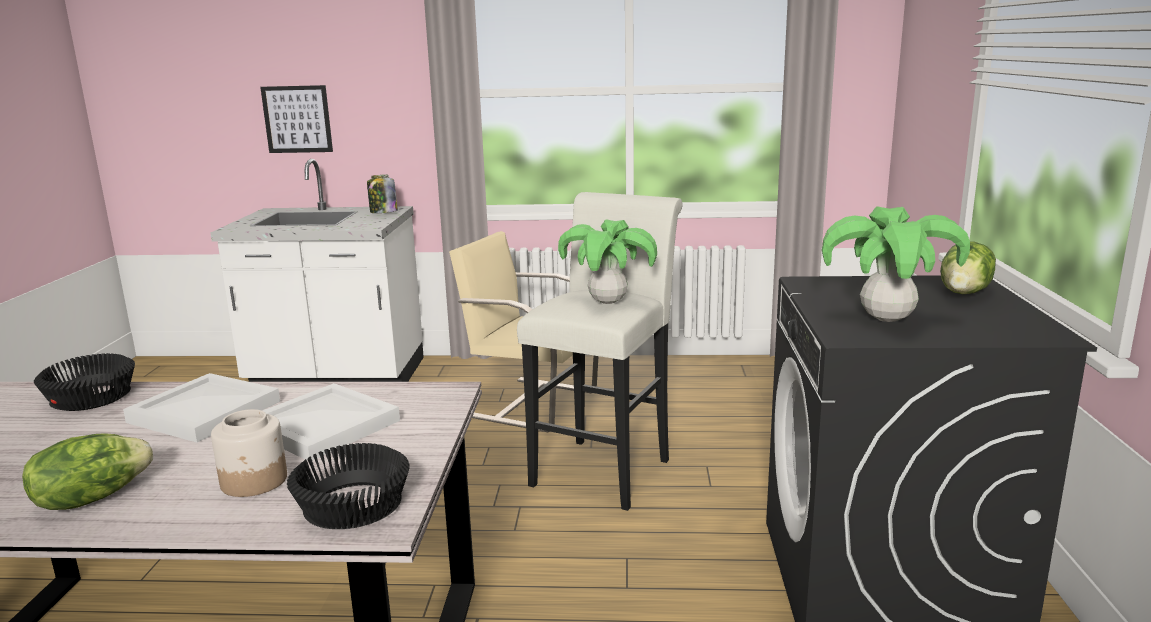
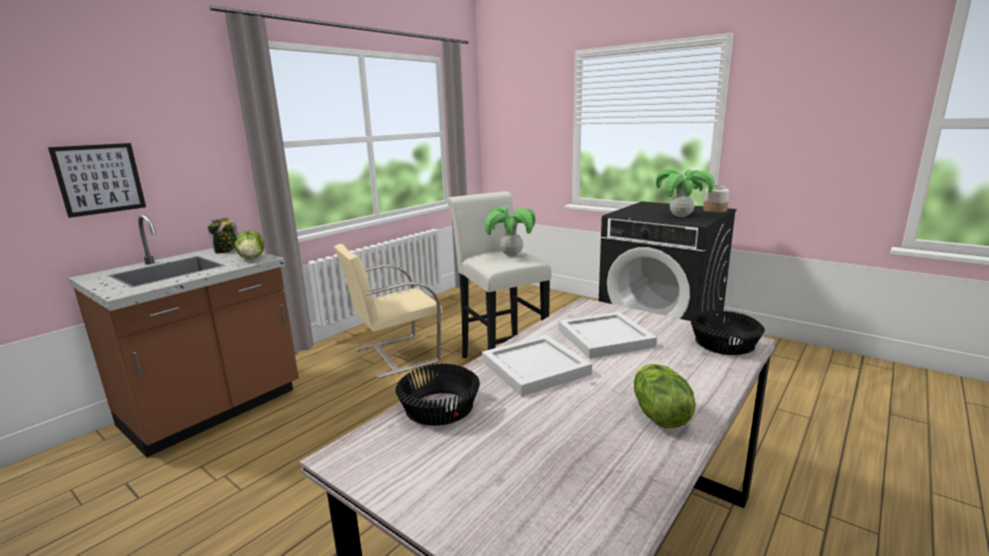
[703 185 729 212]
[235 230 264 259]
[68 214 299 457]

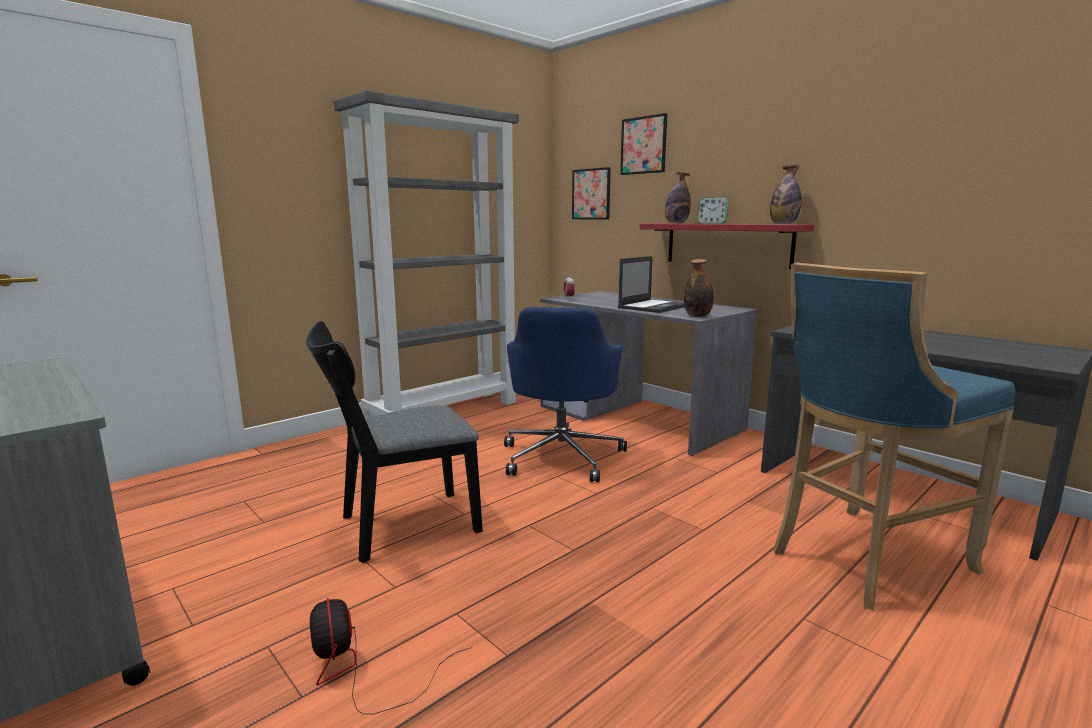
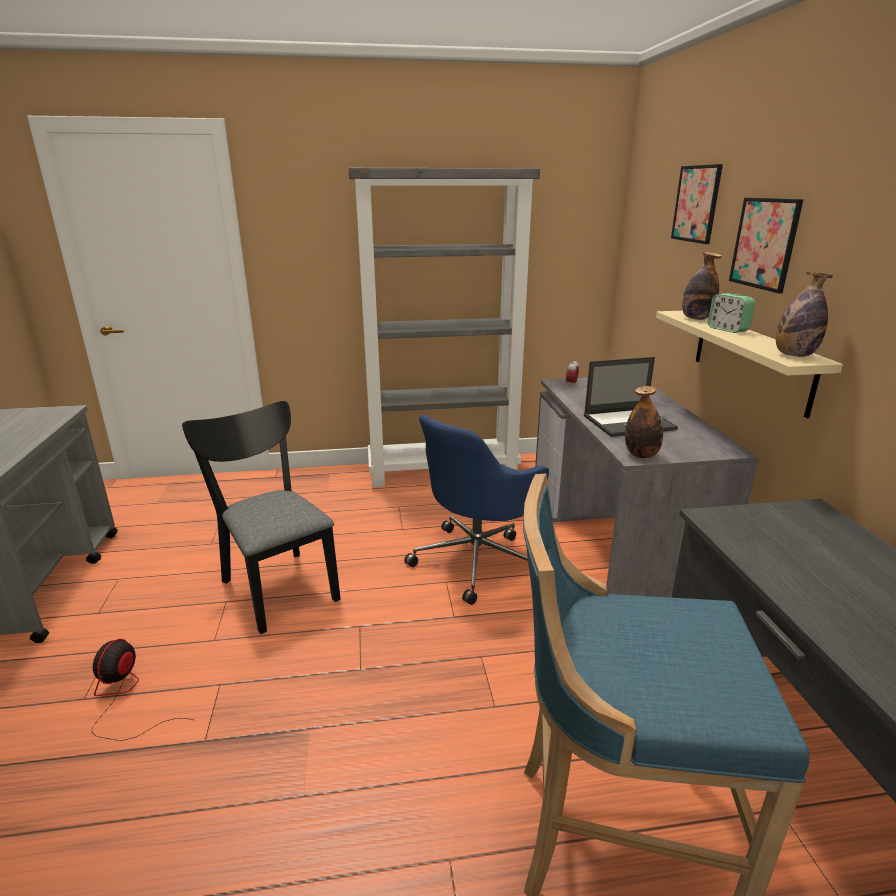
[729 198 804 294]
[656 311 843 418]
[182 401 341 634]

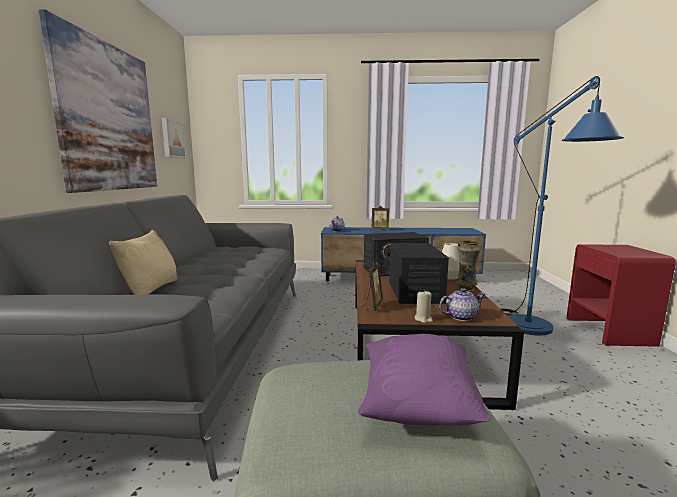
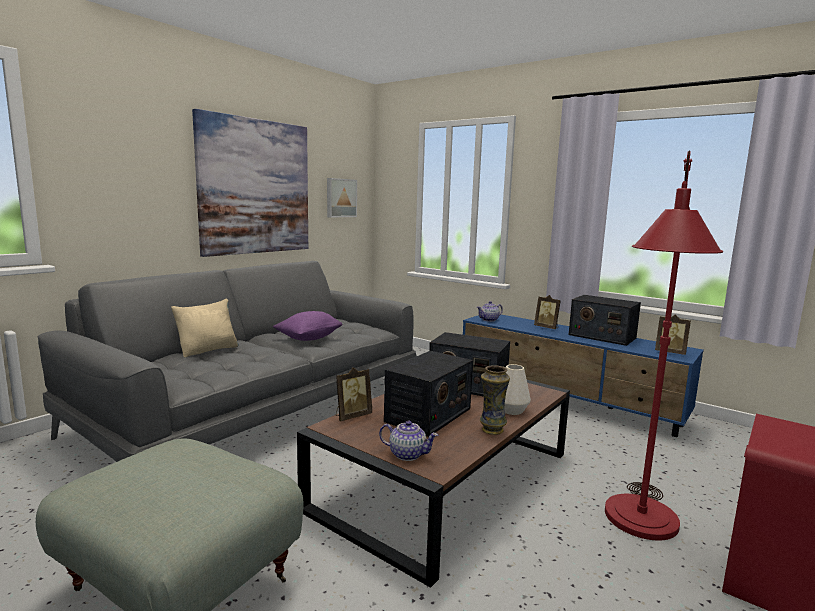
[415 291 433 323] (first image)
[568 295 641 346]
[655 315 691 355]
[273 311 343 341]
[605 151 723 540]

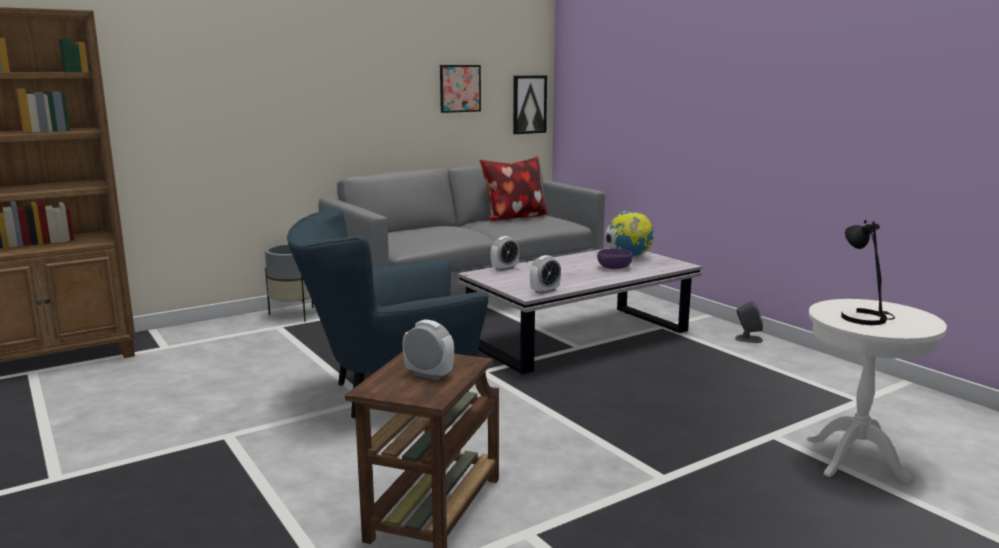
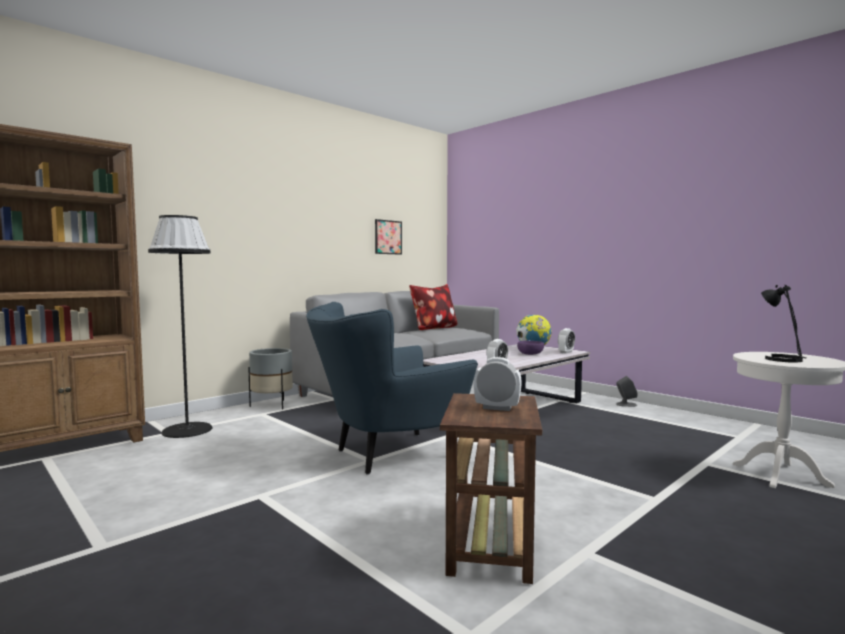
[513 75 547 134] (first image)
[148 215 212 438]
[558 328 575 354]

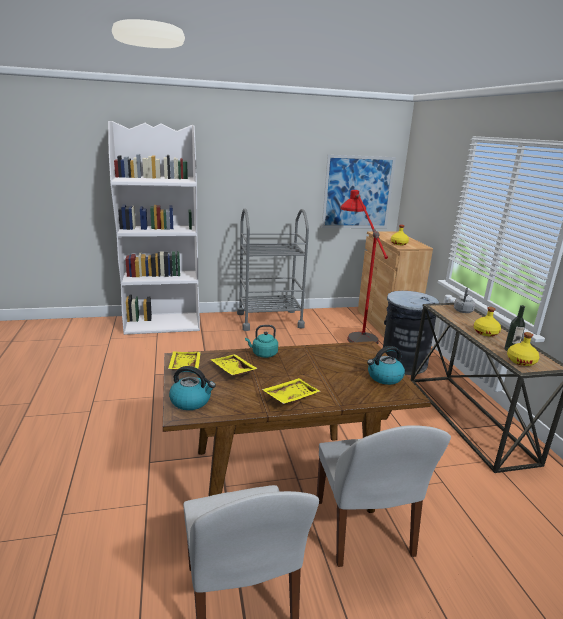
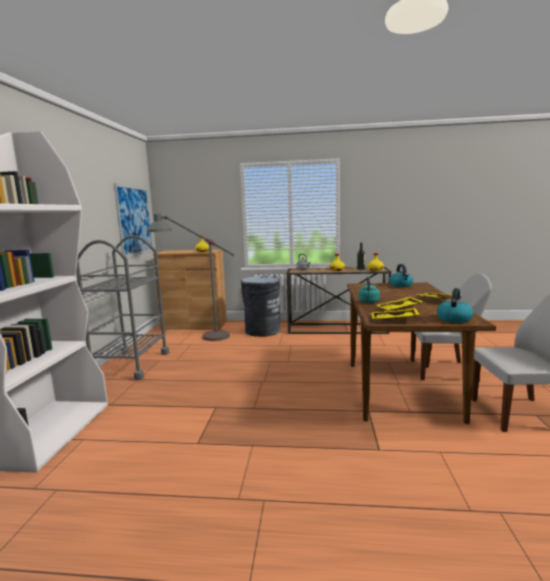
[146 213 235 341]

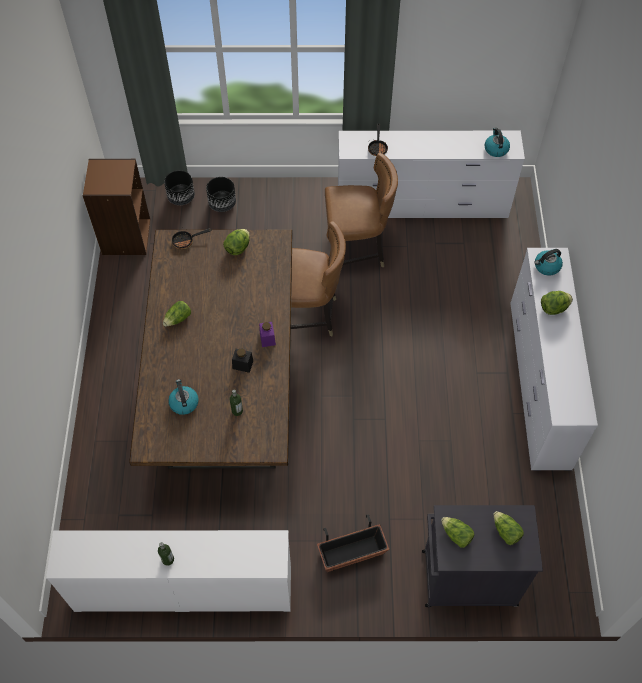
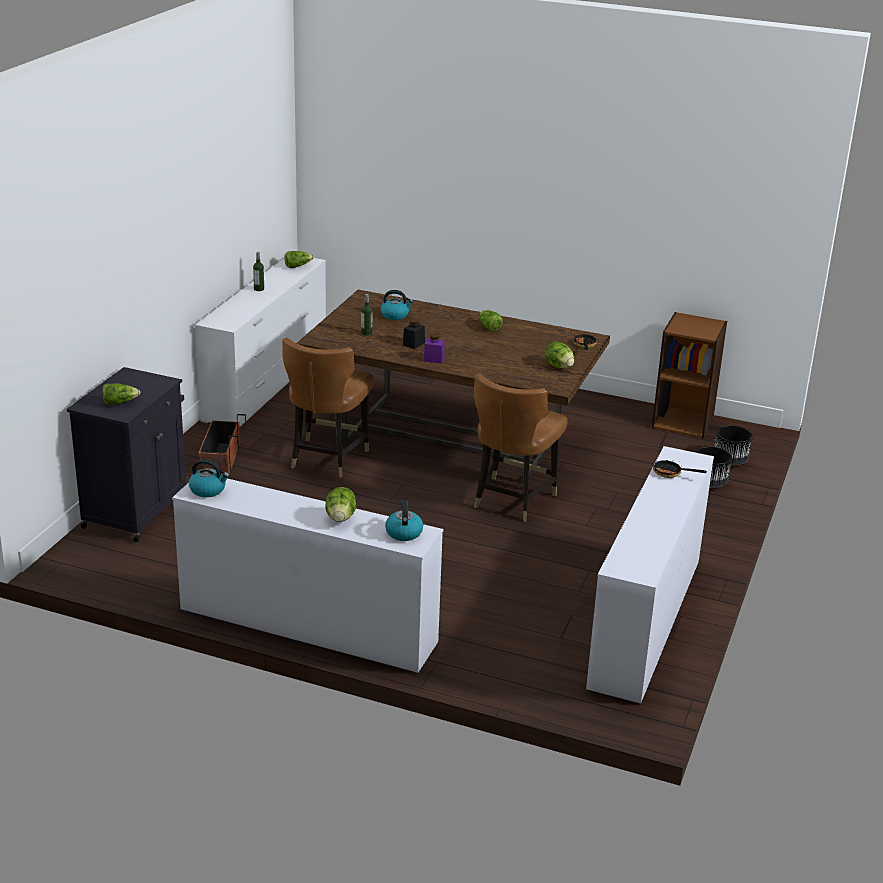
[282 338 374 477]
[284 251 314 268]
[189 459 229 497]

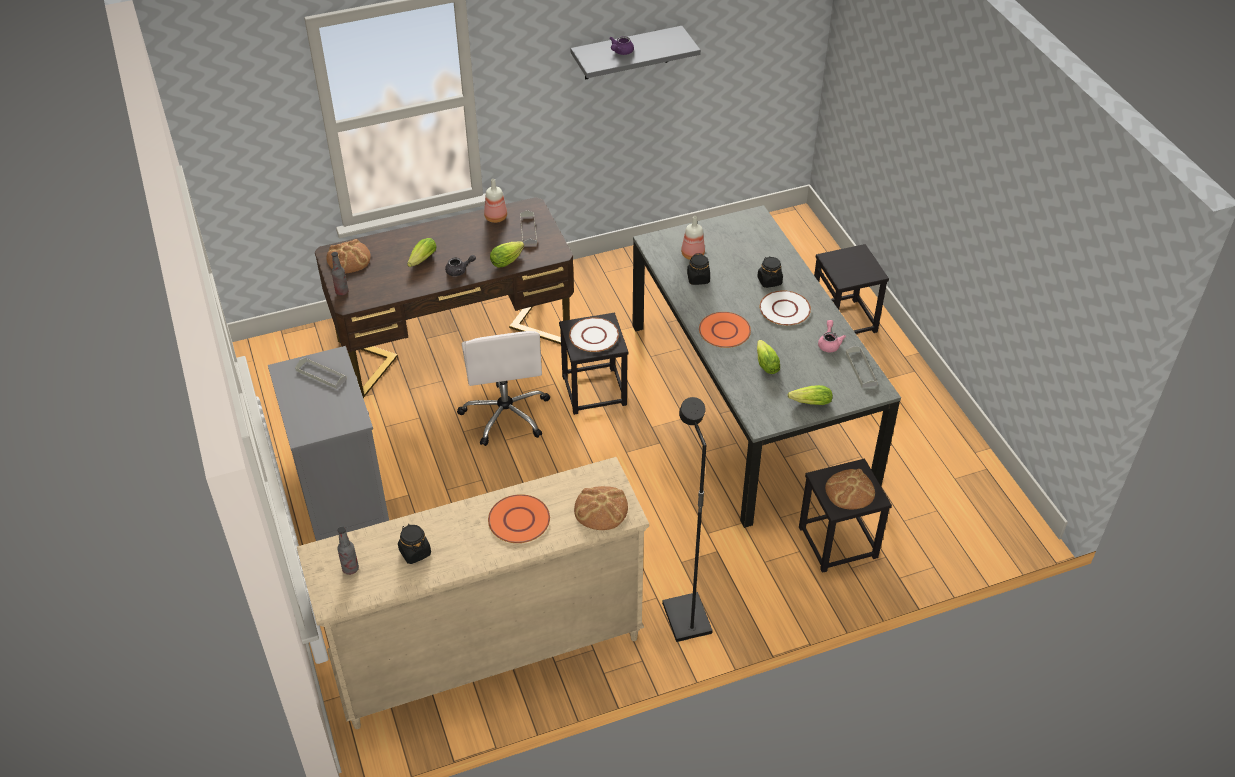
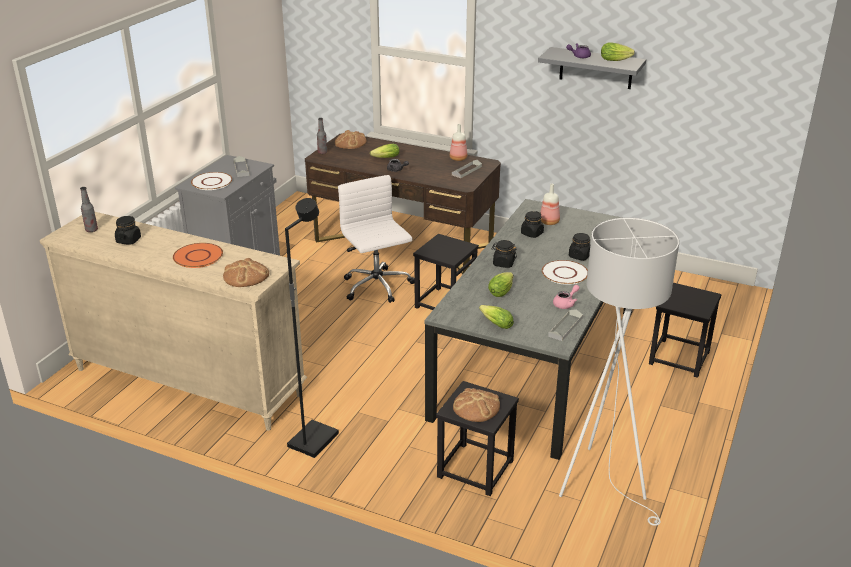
[559 218 679 526]
[601 42 635 61]
[191 172 232 190]
[491 240 517 268]
[338 175 415 303]

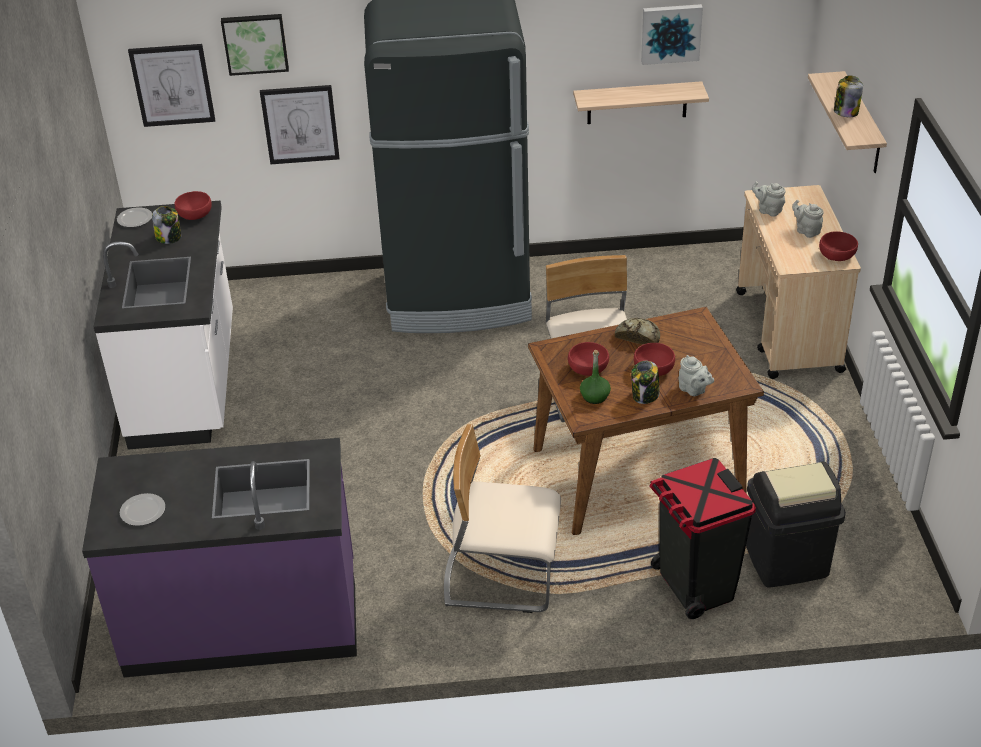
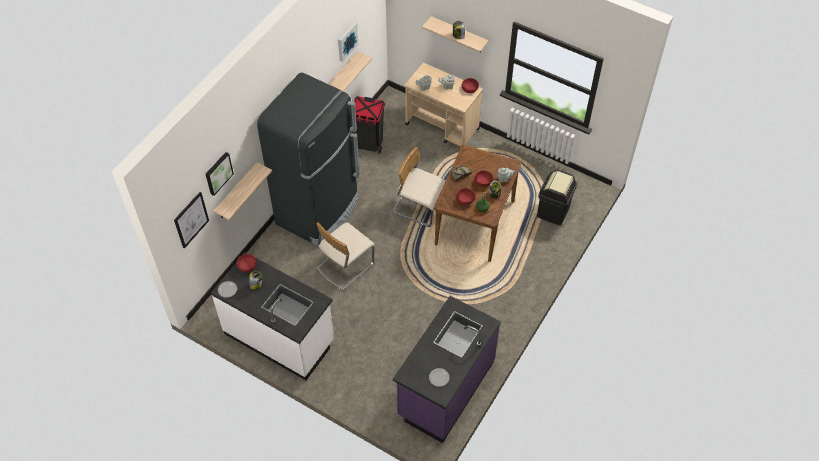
[316 222 375 291]
[353 96 385 154]
[214 162 272 220]

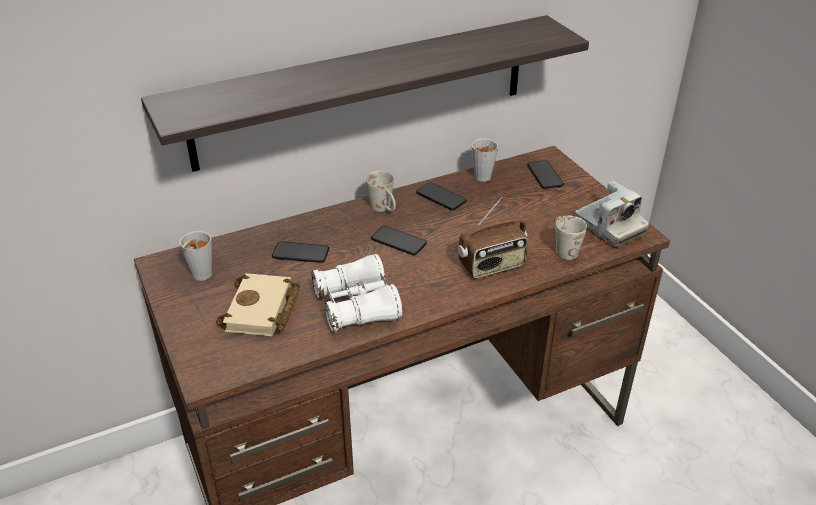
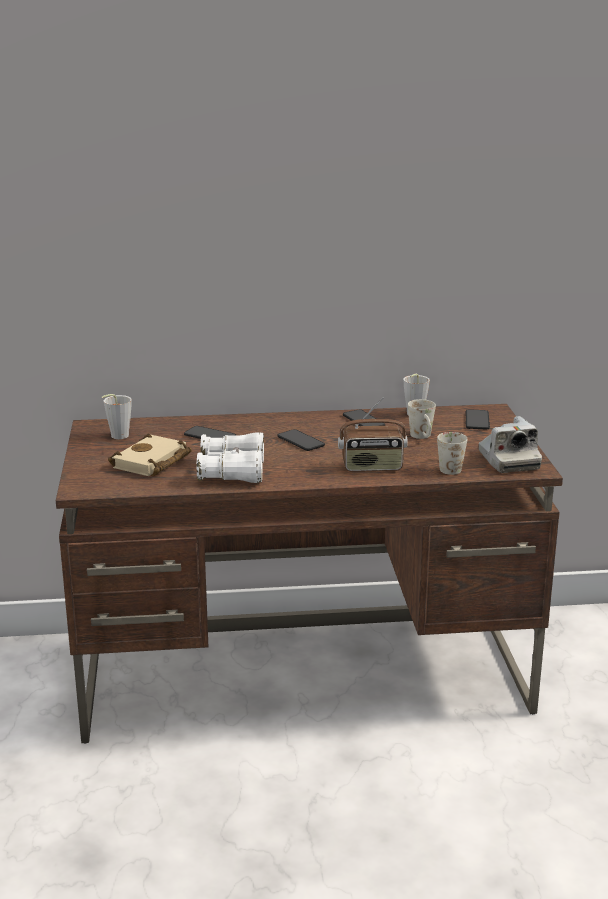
[141 15 589 172] (first image)
[408 399 436 439]

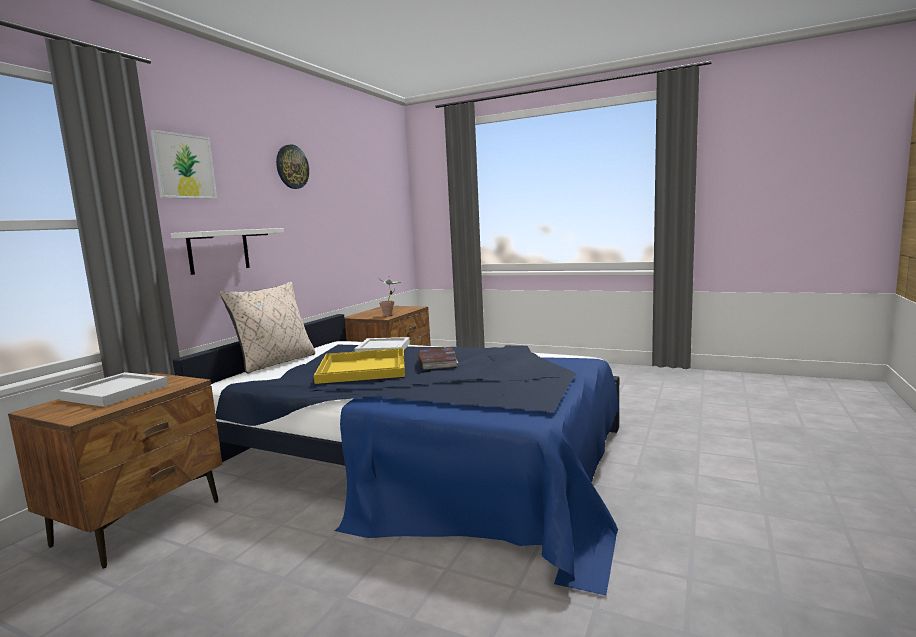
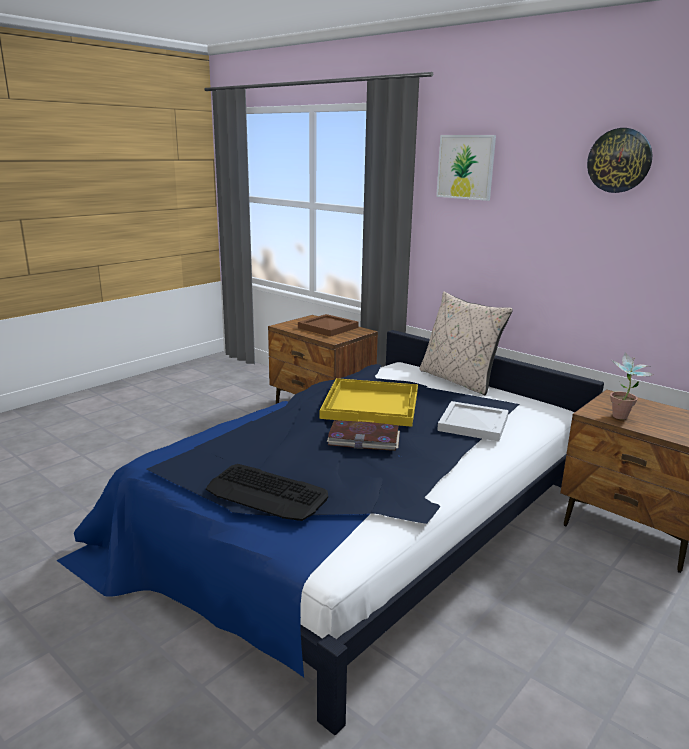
[171 228 284 275] (first image)
[206 464 328 521]
[298 314 359 337]

